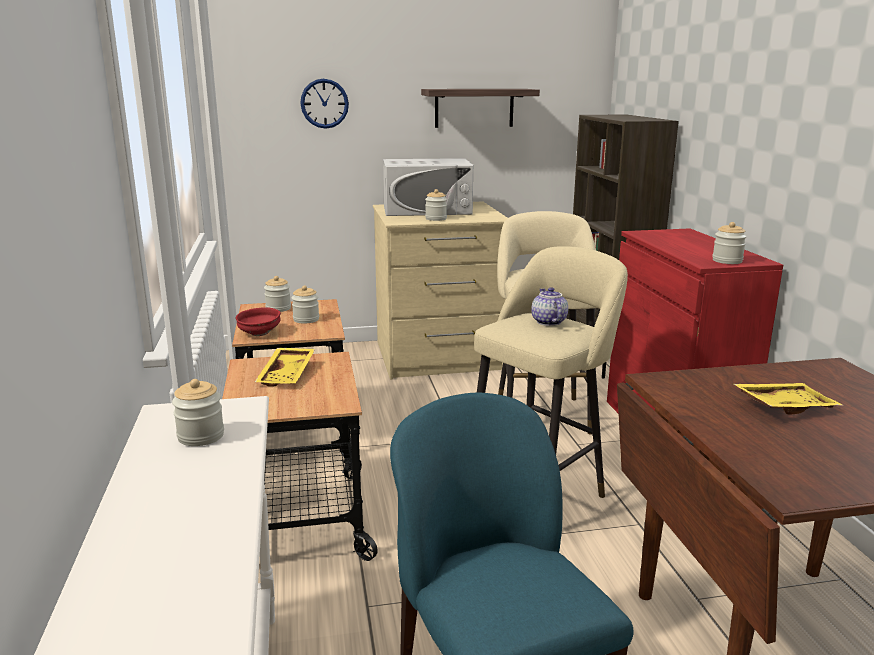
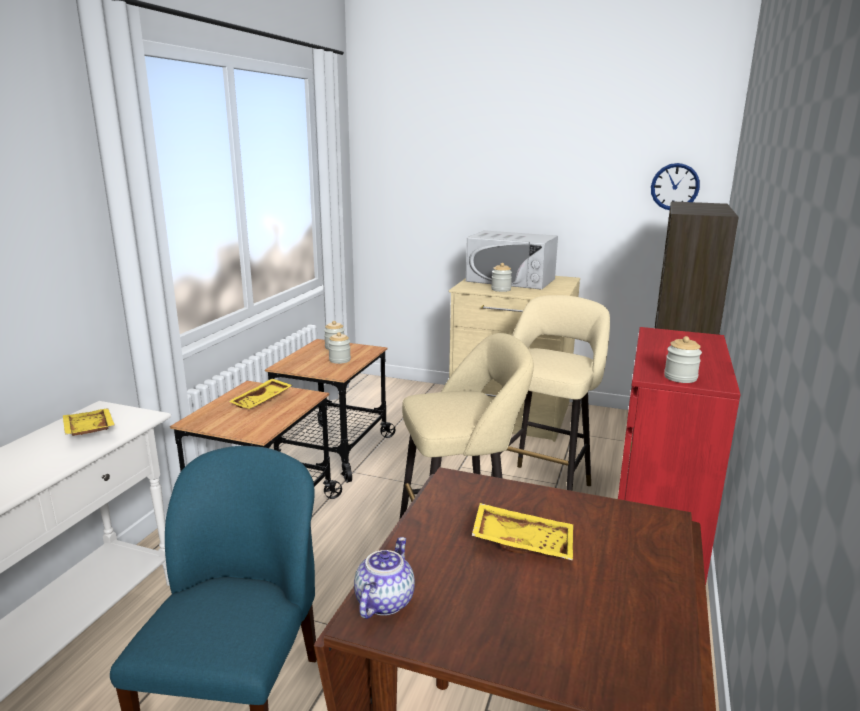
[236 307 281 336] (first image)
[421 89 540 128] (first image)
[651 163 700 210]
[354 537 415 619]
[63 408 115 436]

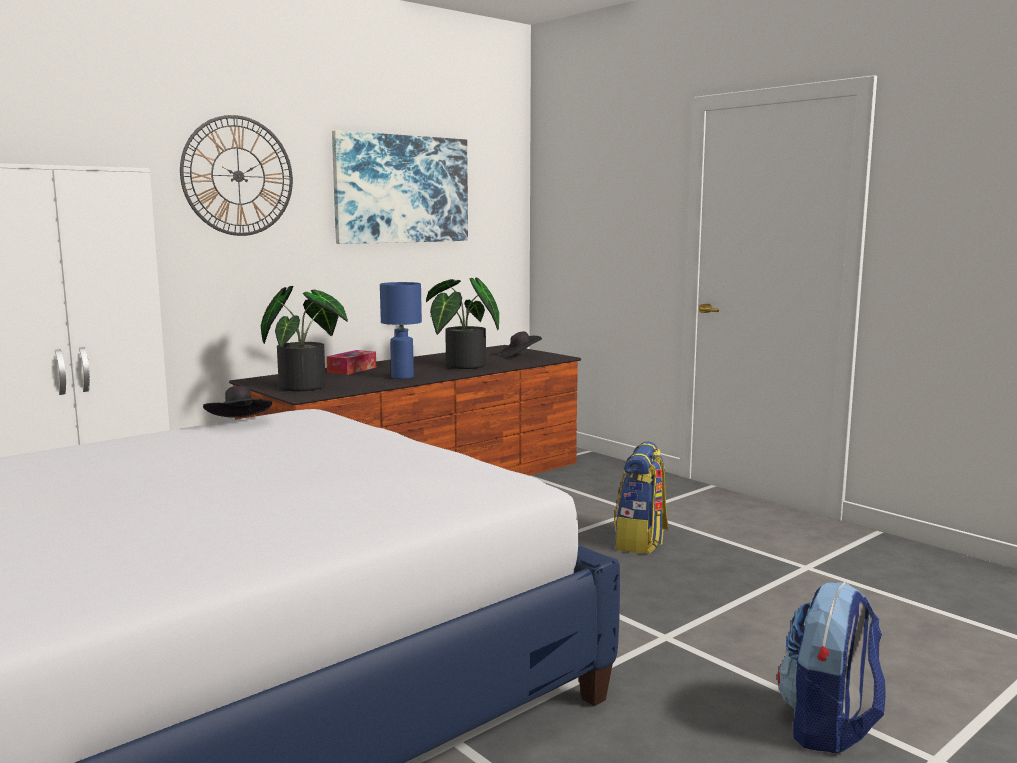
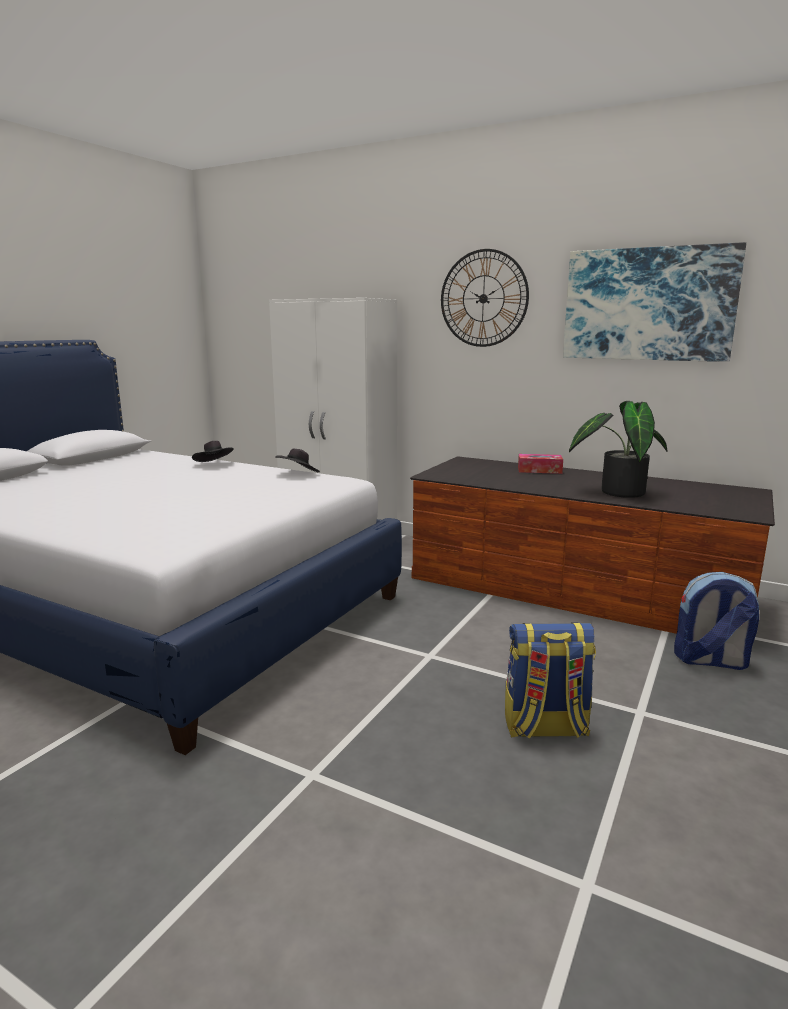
[261 286 348 391] (first image)
[380 282 422 379] (first image)
[192 441 234 462]
[674 572 759 670]

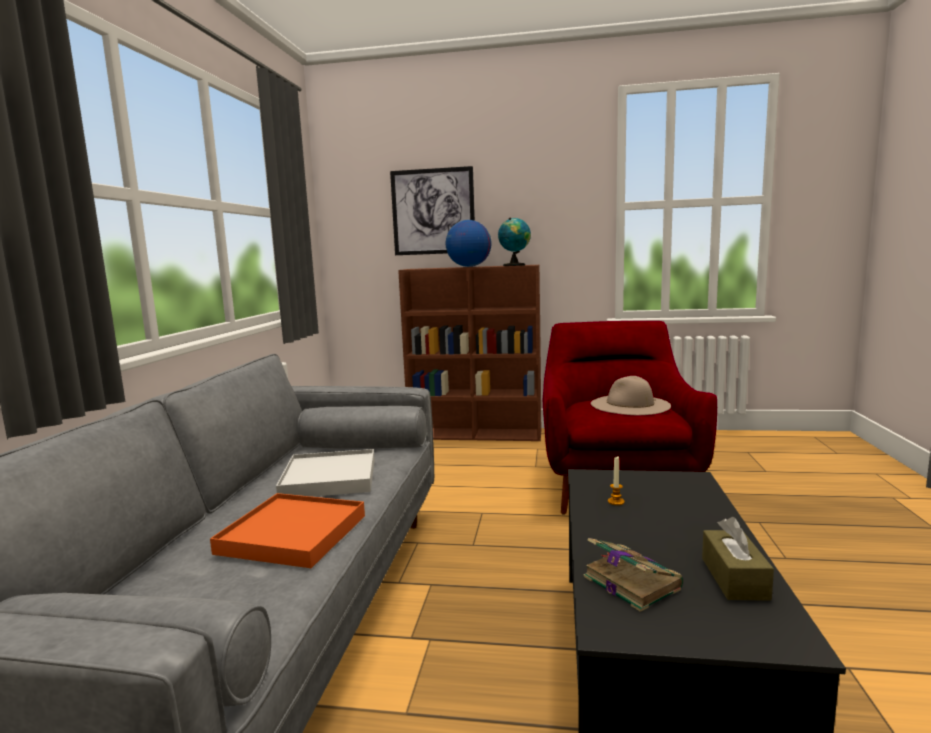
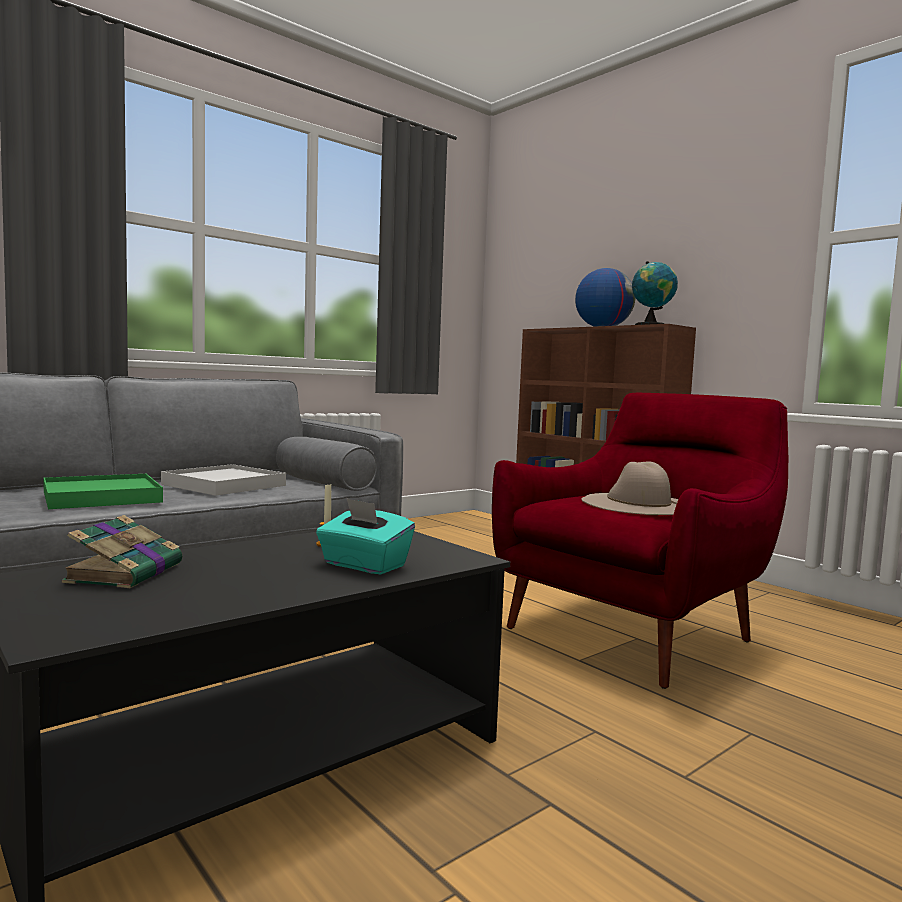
[390 166 475 255] (first image)
[702 517 774 601] (first image)
[316 498 415 574]
[43 474 163 509]

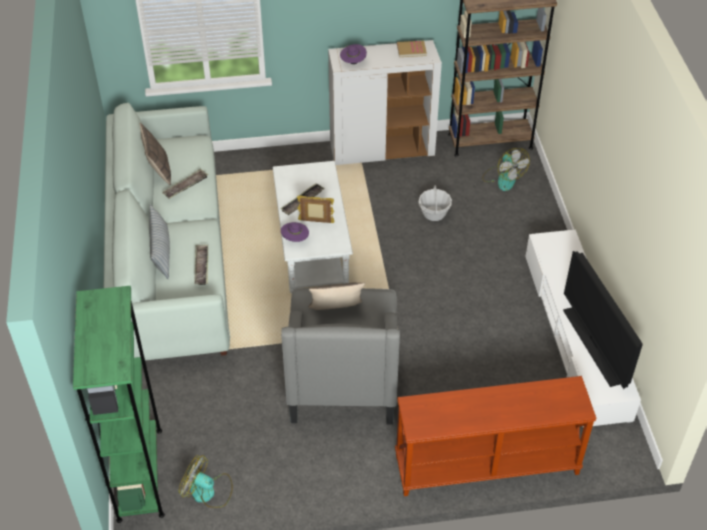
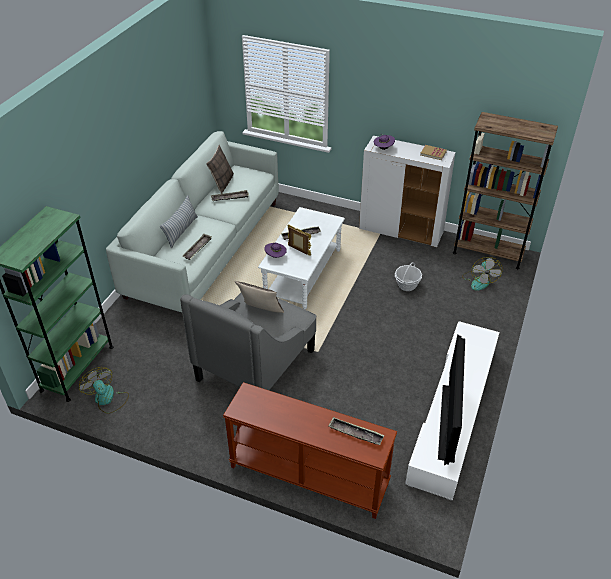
[328 417 384 445]

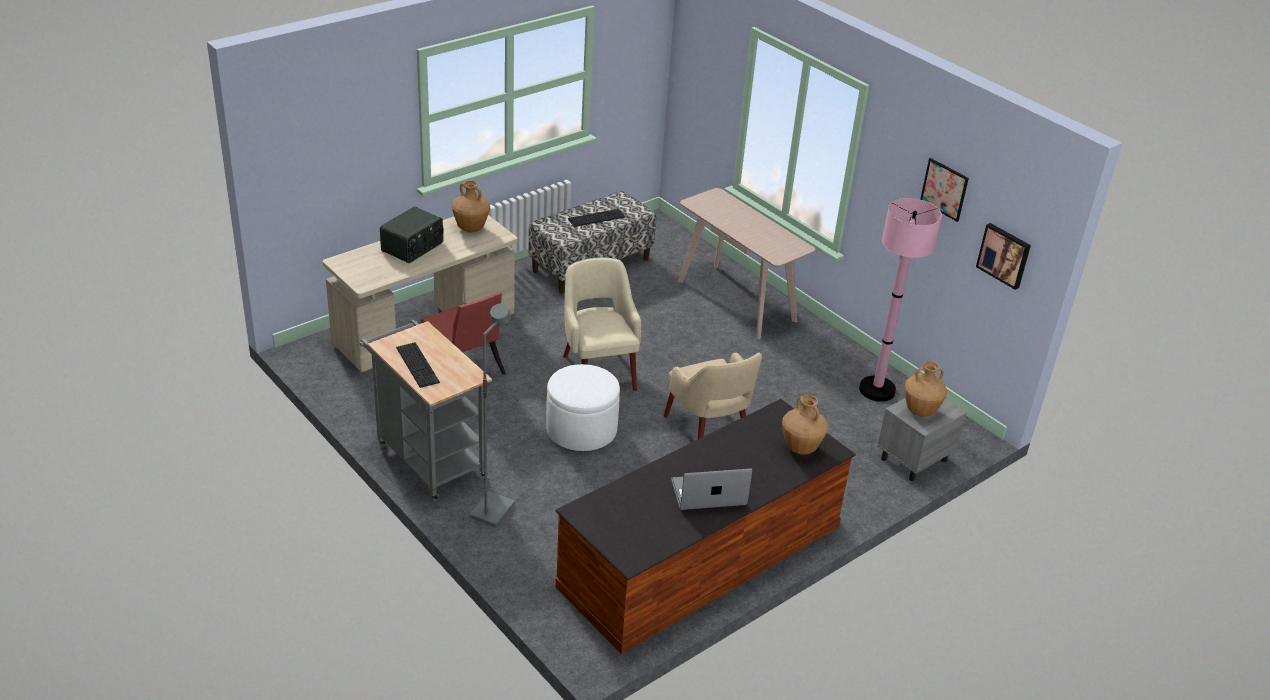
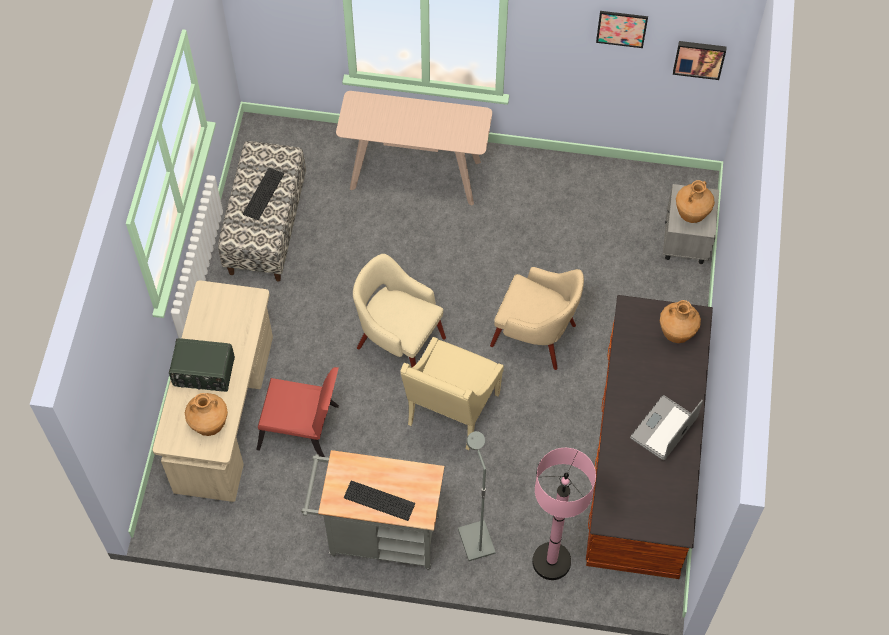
[185 393 228 436]
[532 448 596 580]
[400 337 504 450]
[169 338 235 392]

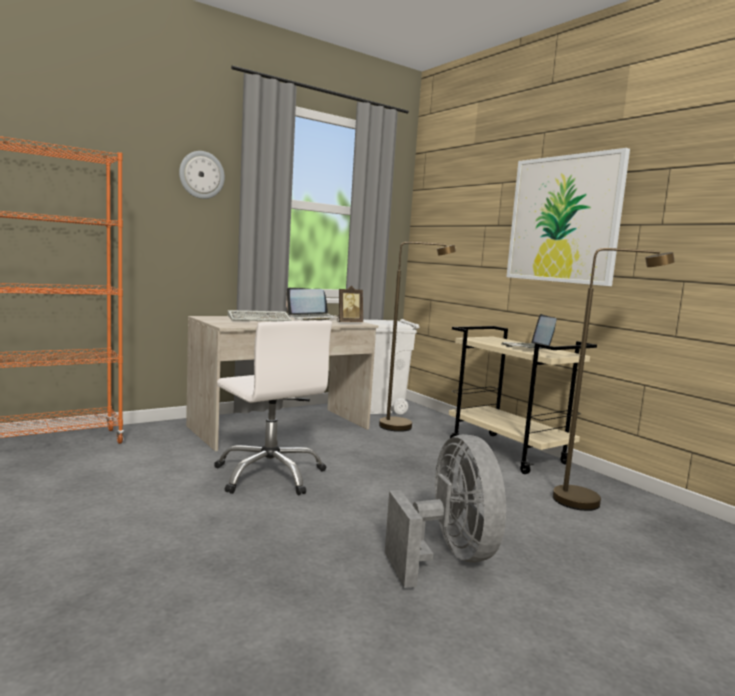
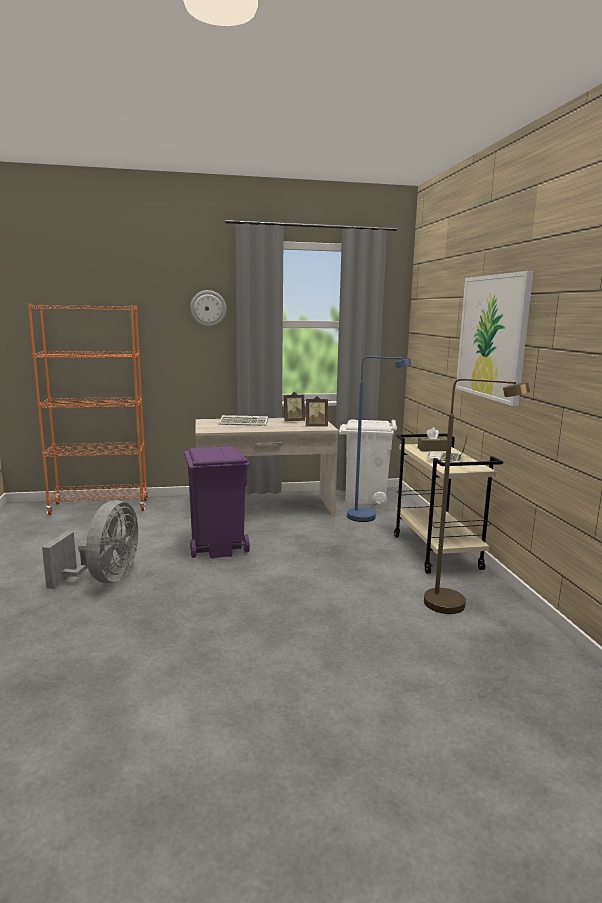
[418 428 447 451]
[42 500 138 589]
[184 446 250 558]
[284 392 305 422]
[347 356 412 522]

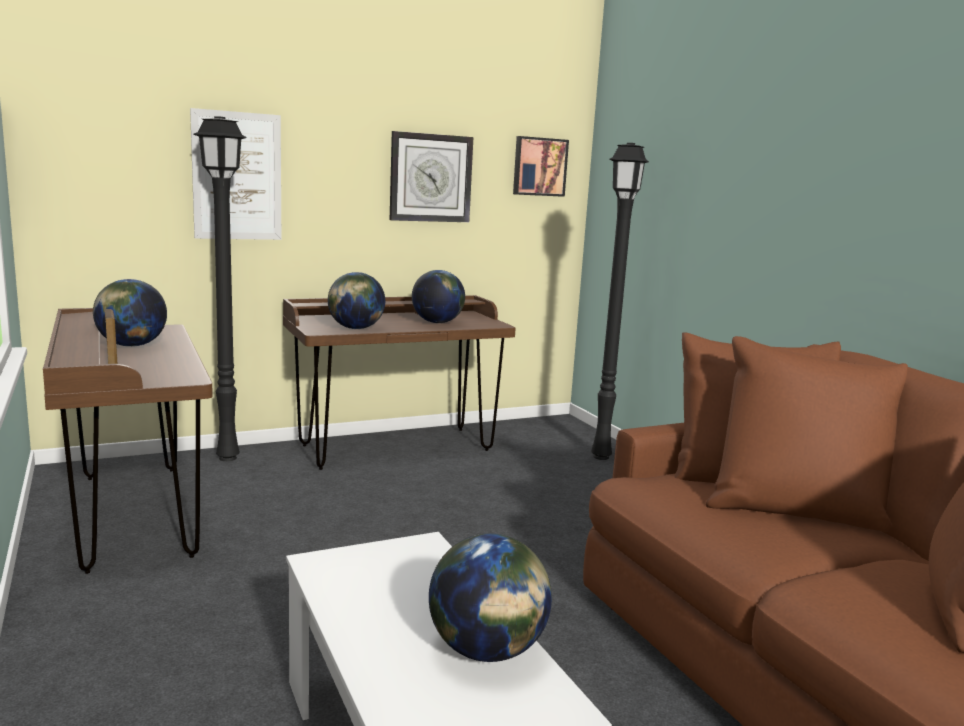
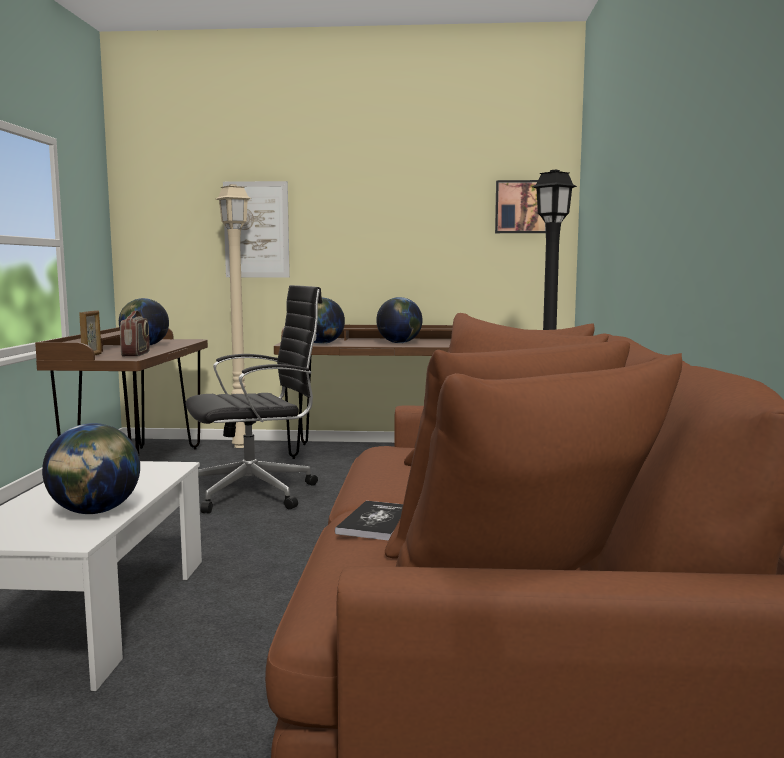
[390 131 473 222] (first image)
[120 310 150 356]
[185 285 322 514]
[335 501 403 541]
[216 184 252 448]

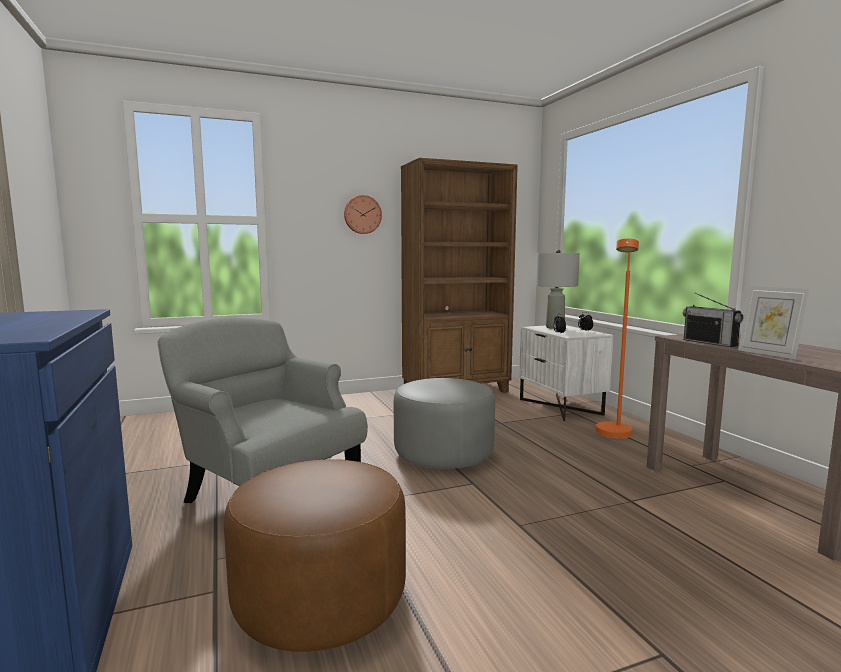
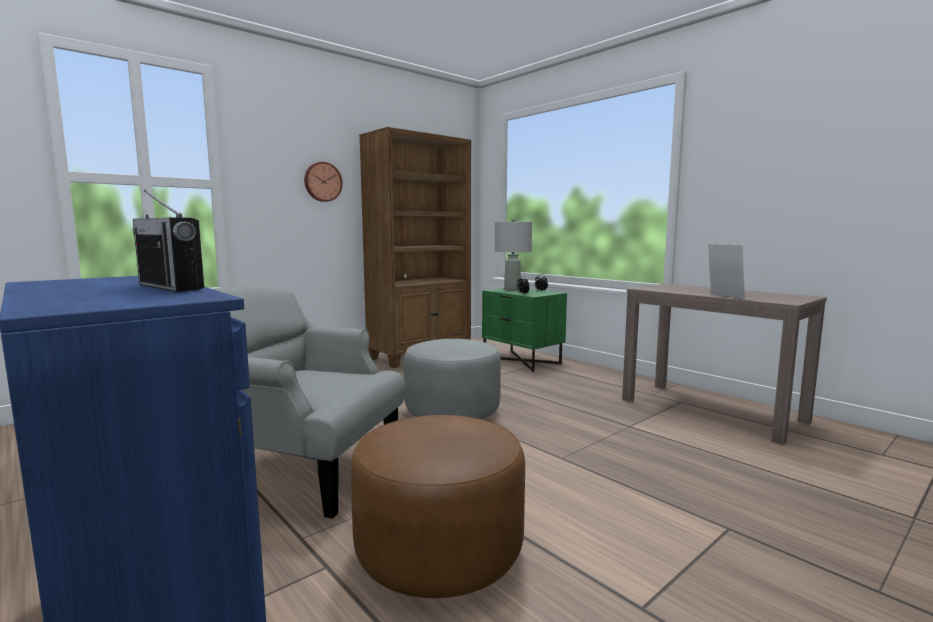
[596 239 639 439] (first image)
[132 190 204 292]
[482 288 567 372]
[708 244 745 299]

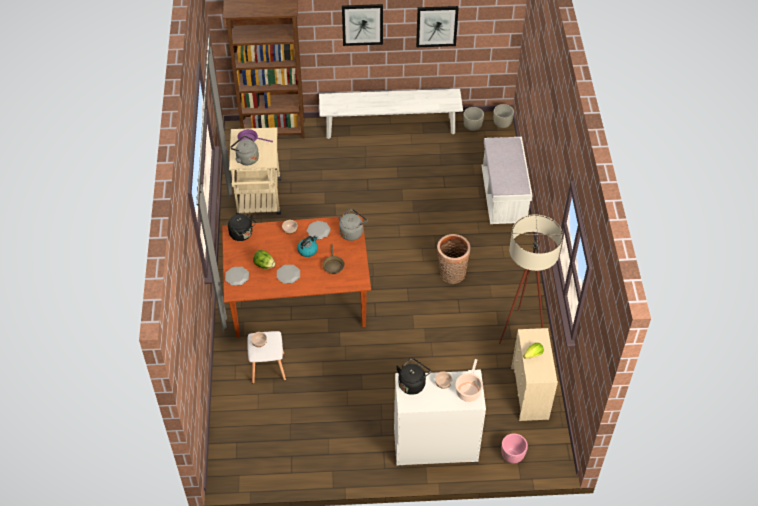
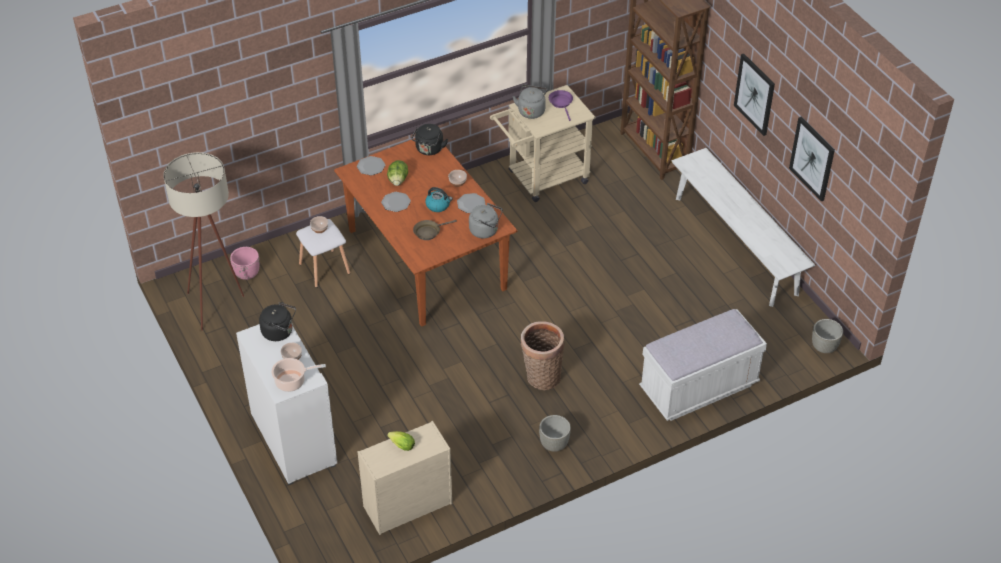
[539 415 571 452]
[163 152 244 331]
[230 247 259 280]

